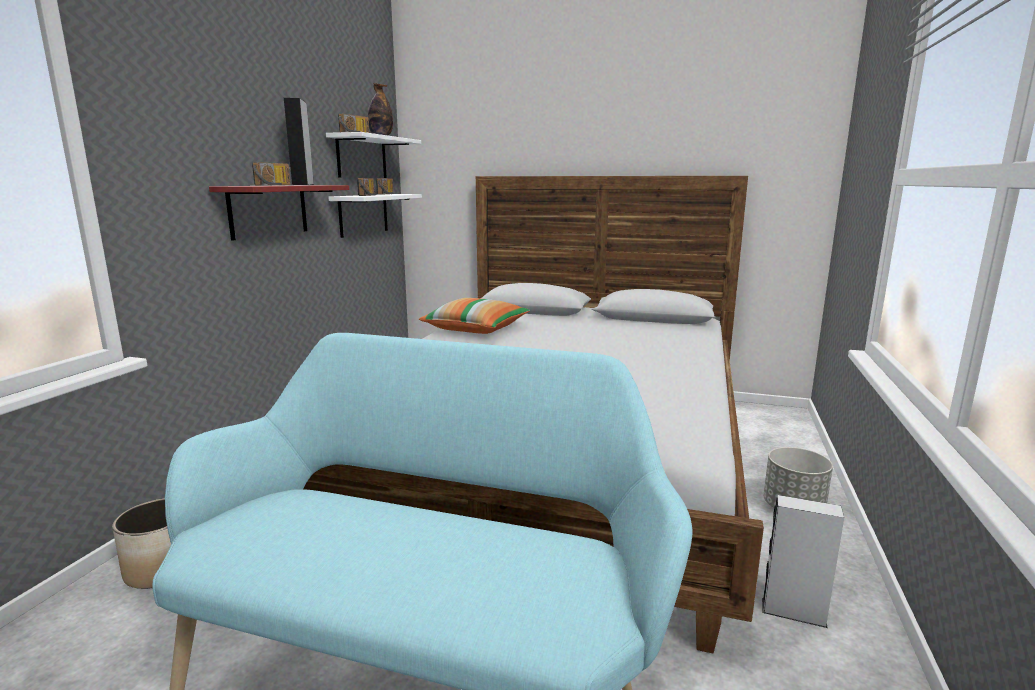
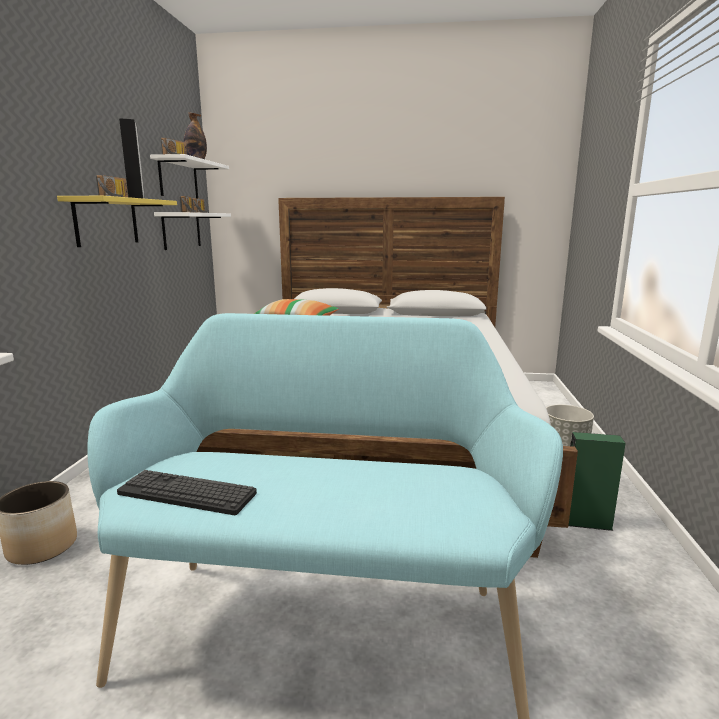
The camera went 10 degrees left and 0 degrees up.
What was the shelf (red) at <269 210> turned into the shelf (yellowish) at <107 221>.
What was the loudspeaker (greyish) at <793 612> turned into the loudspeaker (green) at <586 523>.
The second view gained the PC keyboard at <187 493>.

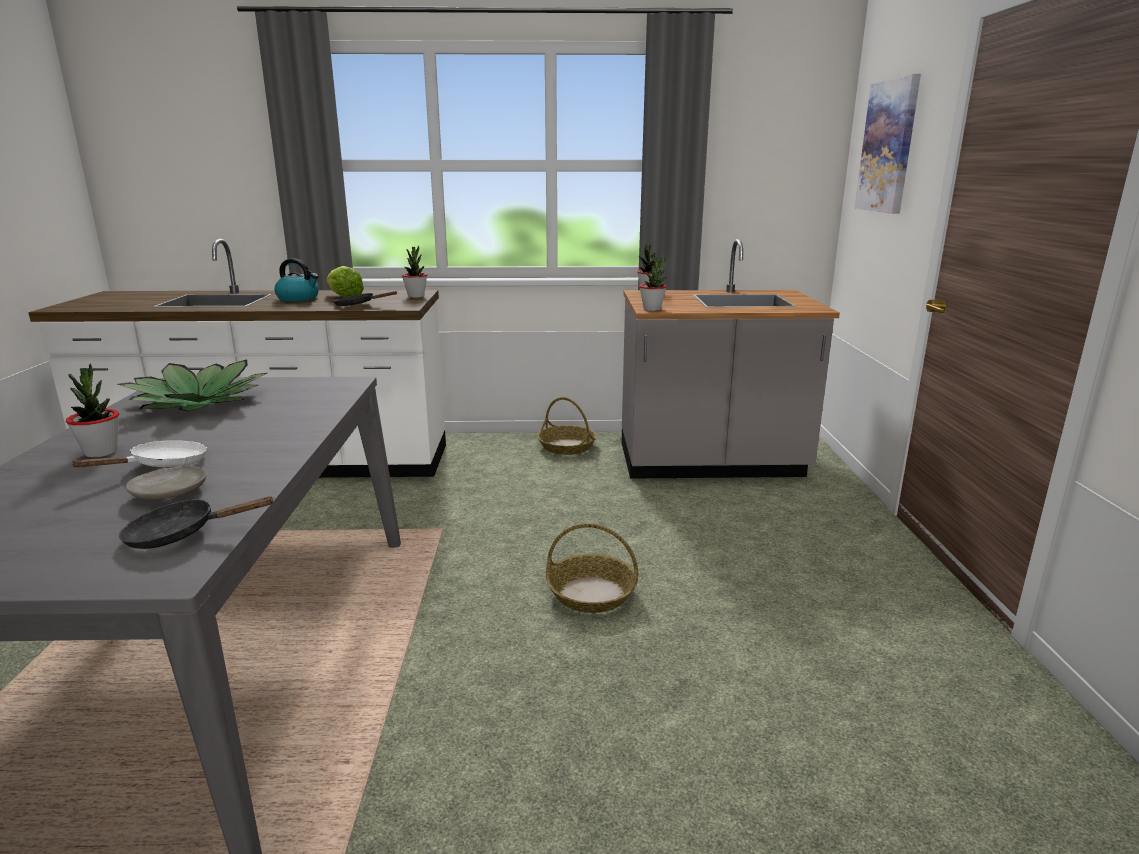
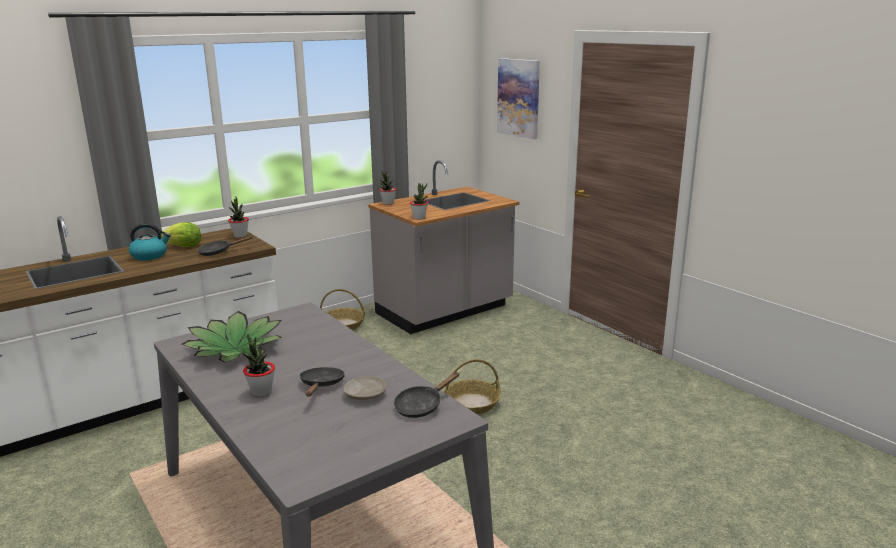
The camera went 35 degrees left and 0 degrees up.
What was the pan (white-coloured) at <163 465> turned into the pan (black) at <321 385>.

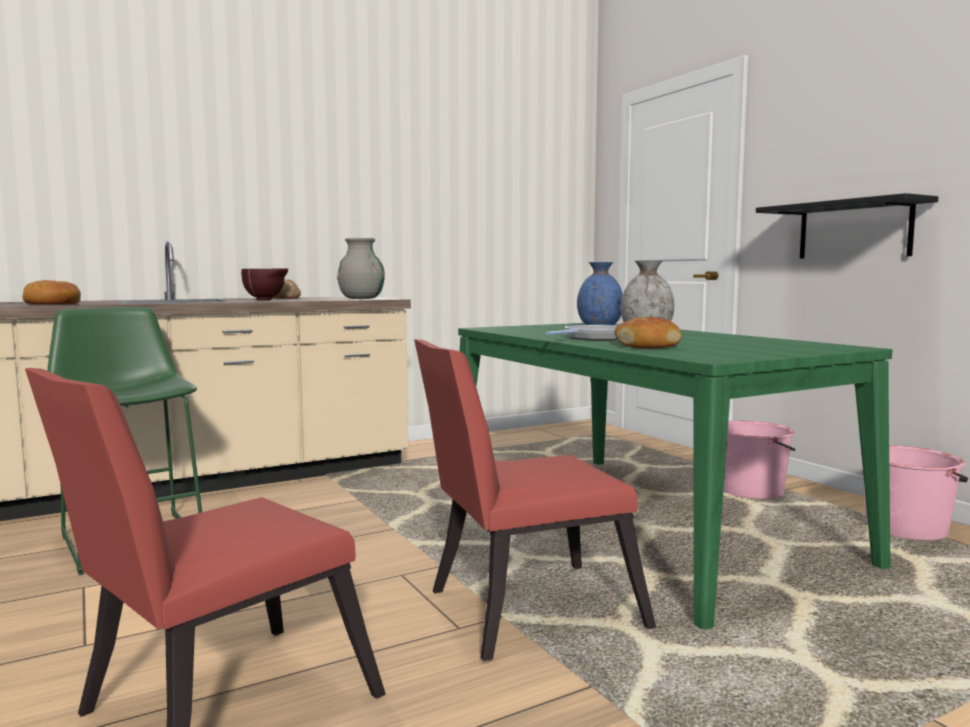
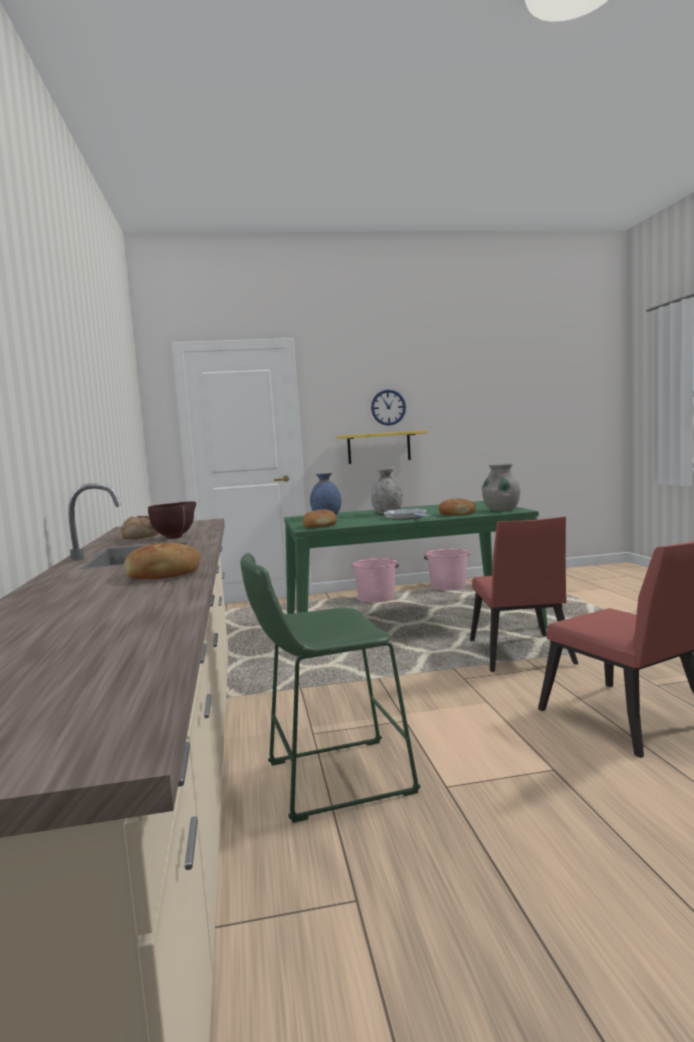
The camera went 70 degrees left and 0 degrees up.
The vase (greyish) ended up elsewhere, having gone from <361 298> to <501 510>.
What was the shelf (black) at <854 230> turned into the shelf (yellowish) at <379 447>.
The second view gained the bakery bread at <320 525>.
The second view gained the wall clock at <388 407>.

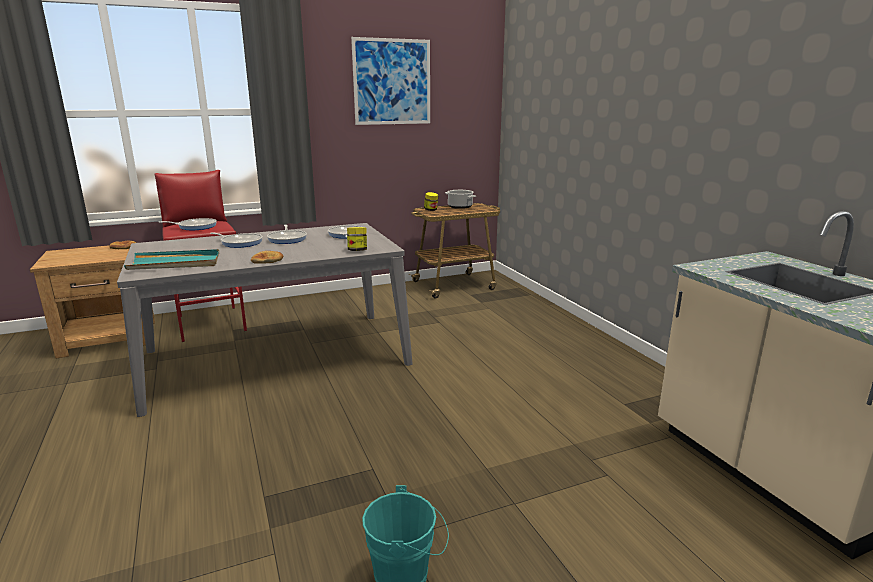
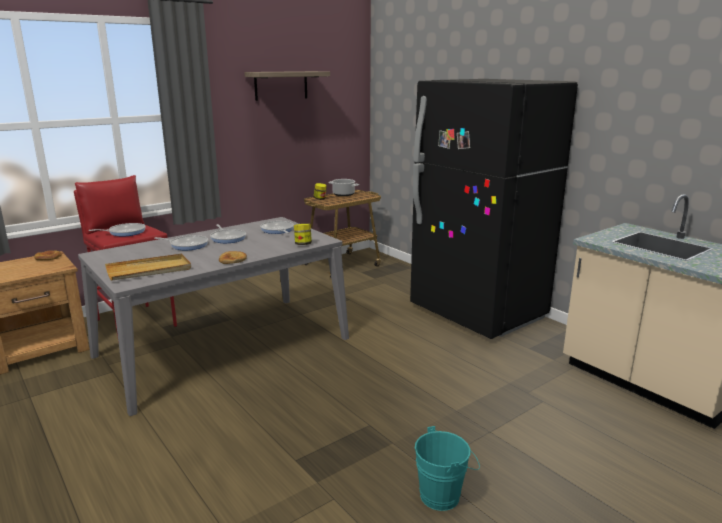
The camera went 15 degrees left and 0 degrees up.
What was the carrying tray (blue-green) at <175 263> turned into the carrying tray (beige) at <149 270>.
Where the wall art hung at <392 82>, the shelf came to hang at <281 85>.
The second view gained the refrigerator (black) at <477 313>.

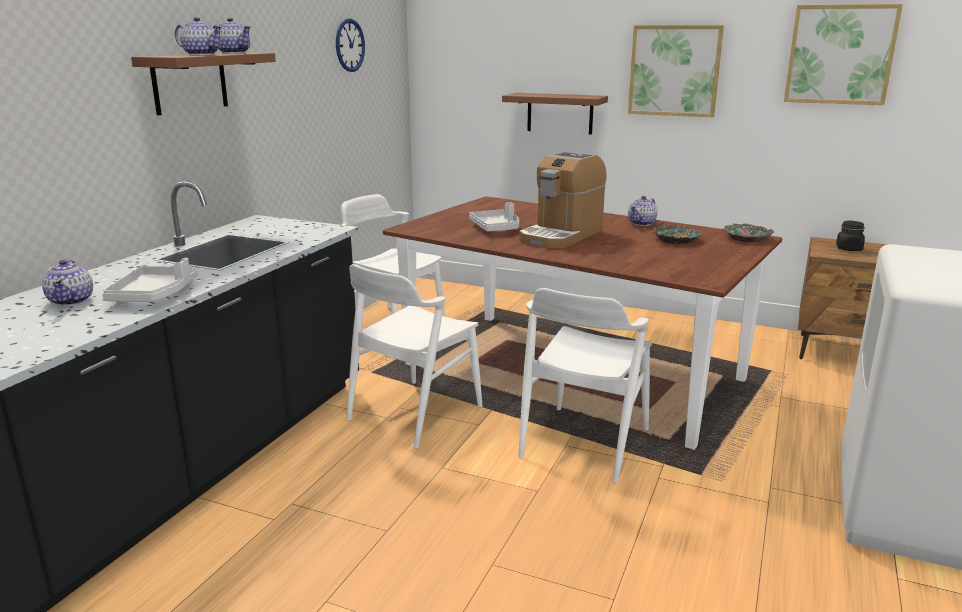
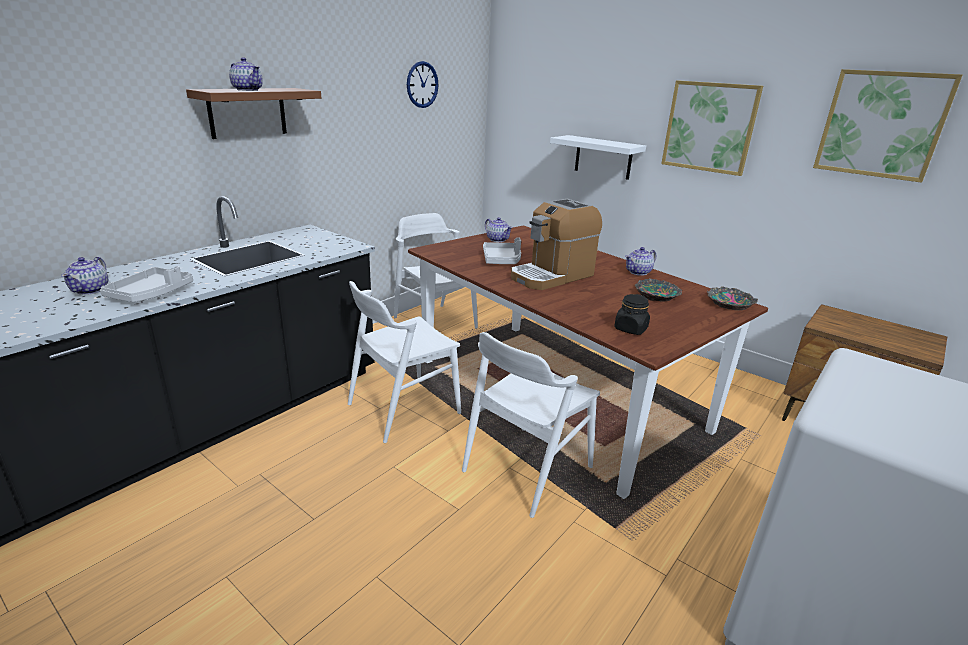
The camera went 15 degrees right and 5 degrees up.
The pot for tea ended up elsewhere, having gone from <233 53> to <497 239>.
What was the shelf (brown) at <560 113> turned into the shelf (white-coloured) at <603 157>.
The storage jar (black) ended up elsewhere, having gone from <849 249> to <630 329>.

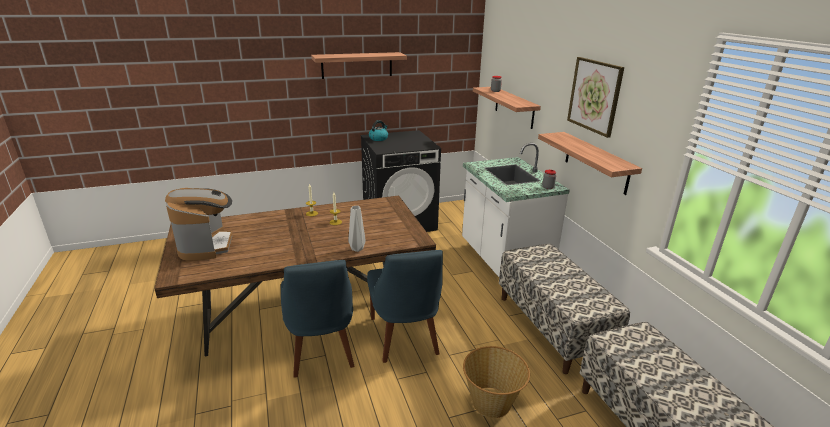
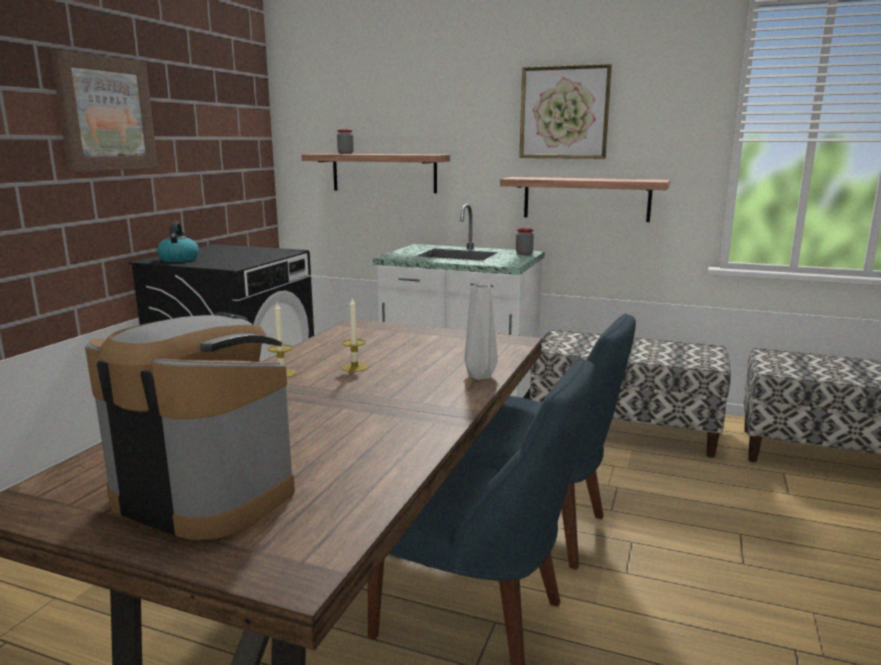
The camera went 50 degrees left and 10 degrees down.
Where the shelf hung at <357 65>, the wall art came to hang at <105 114>.
The second view lost the basket at <492 403>.

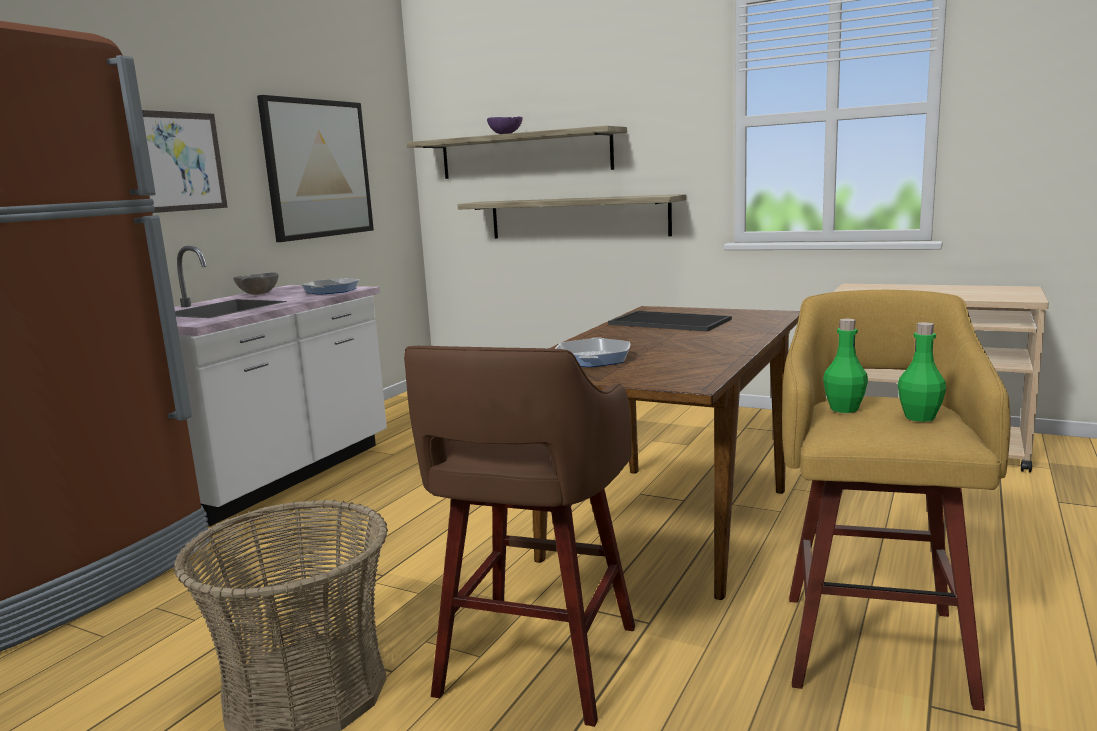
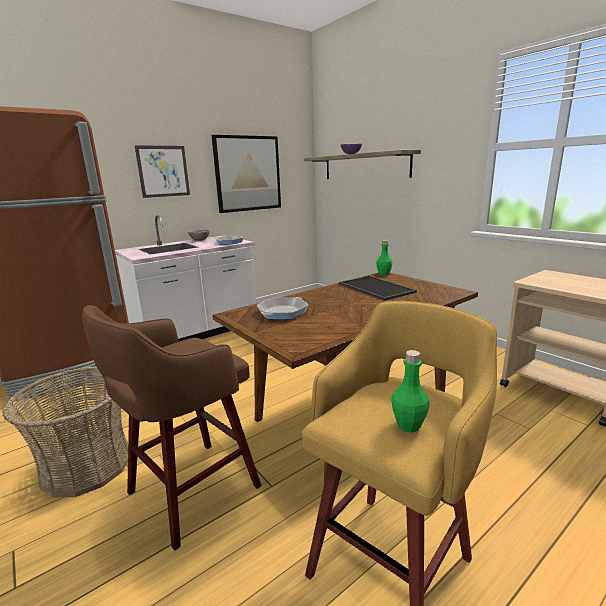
The camera went 25 degrees right and 5 degrees up.
The second view lost the shelf at <577 217>.
The beverage bottle (green) ended up elsewhere, having gone from <844 409> to <384 274>.

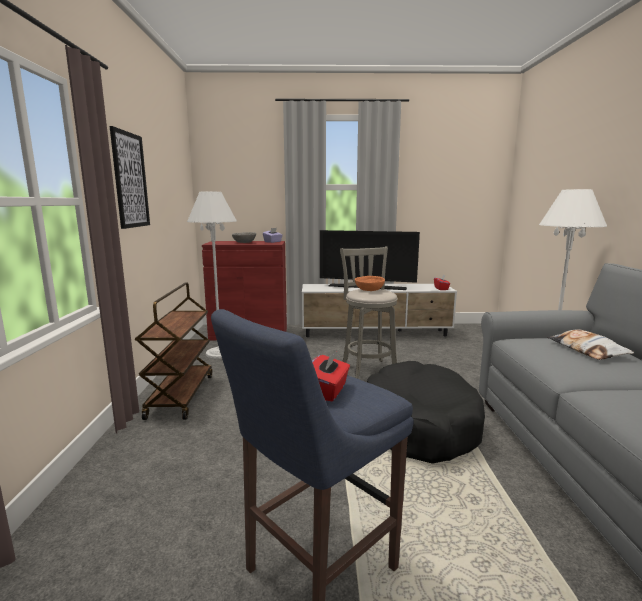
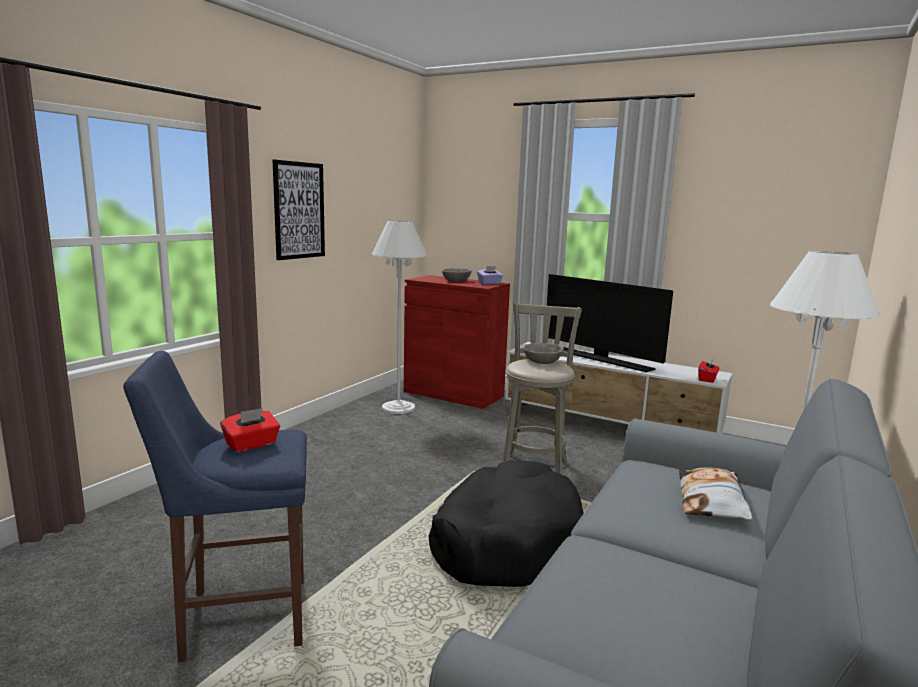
The camera went 30 degrees right and 0 degrees up.
The second view lost the cart (brown) at <180 395>.
What was the serving bowl (orange-coloured) at <369 290> turned into the serving bowl (greyish) at <542 362>.

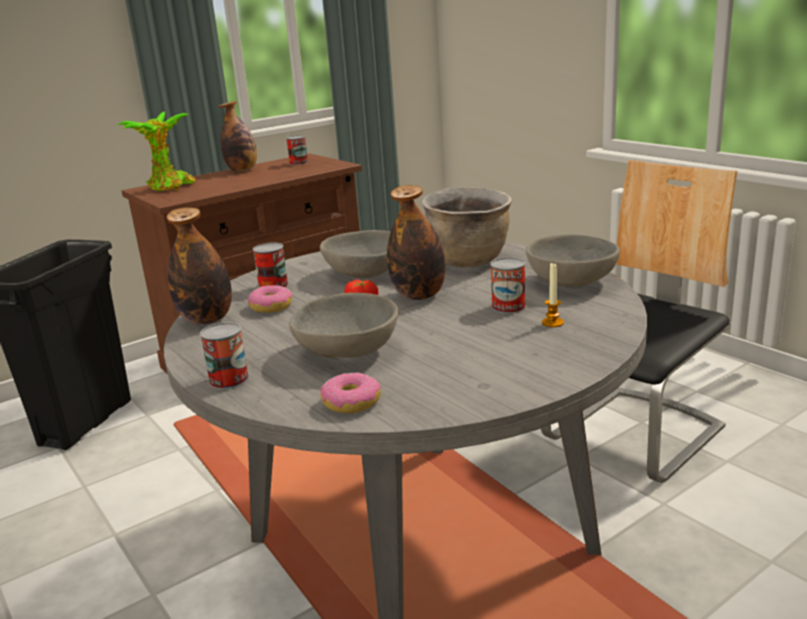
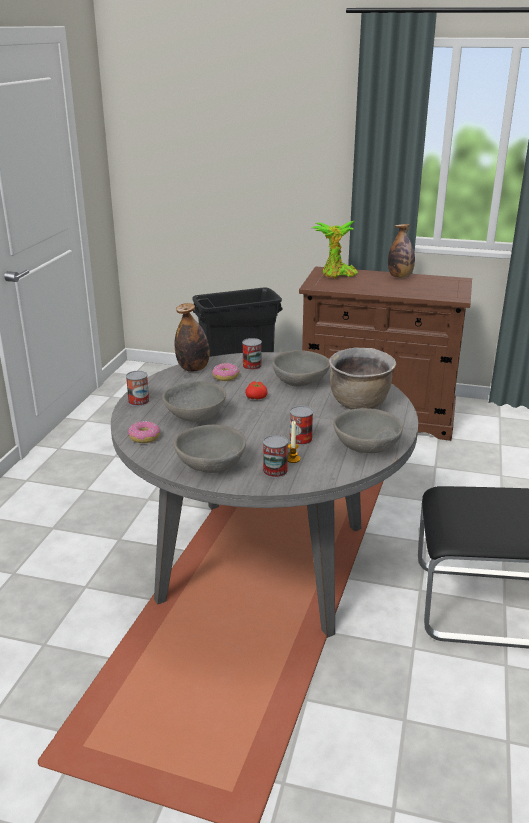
The camera went 50 degrees right and 5 degrees up.
The metal can ended up elsewhere, having gone from <298 163> to <275 471>.
The second view lost the beverage bottle at <419 295>.
The second view gained the serving bowl (greyish) at <211 465>.

